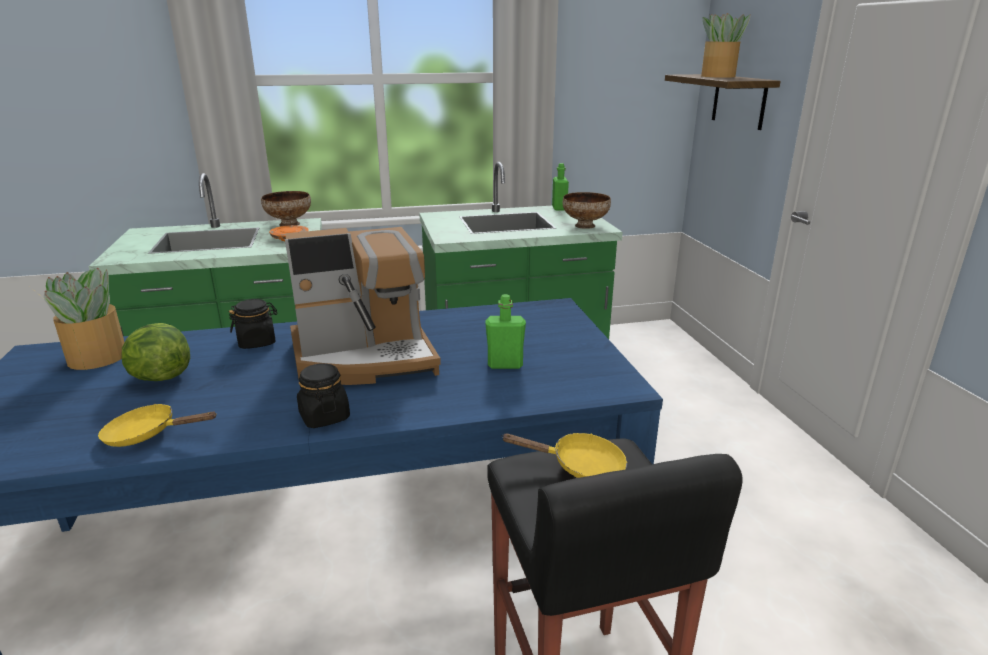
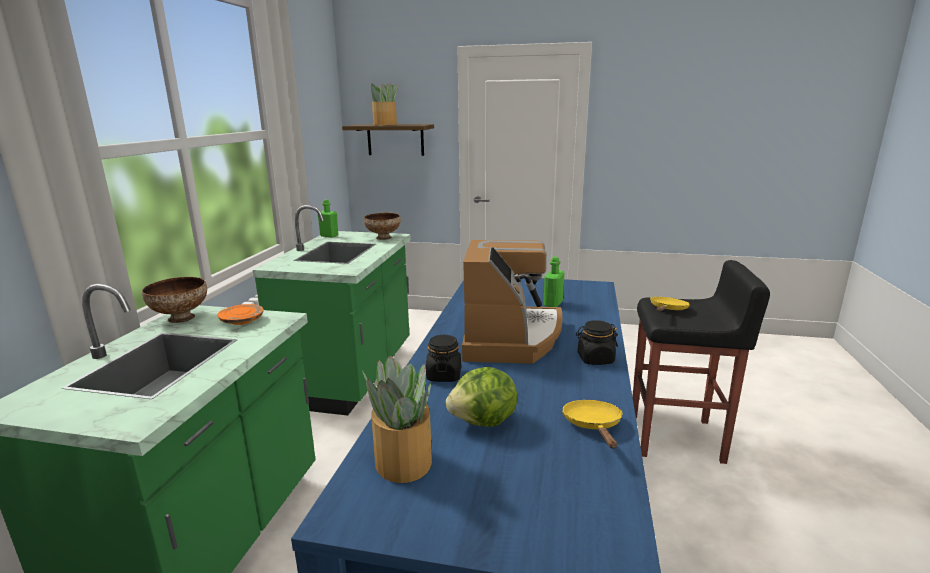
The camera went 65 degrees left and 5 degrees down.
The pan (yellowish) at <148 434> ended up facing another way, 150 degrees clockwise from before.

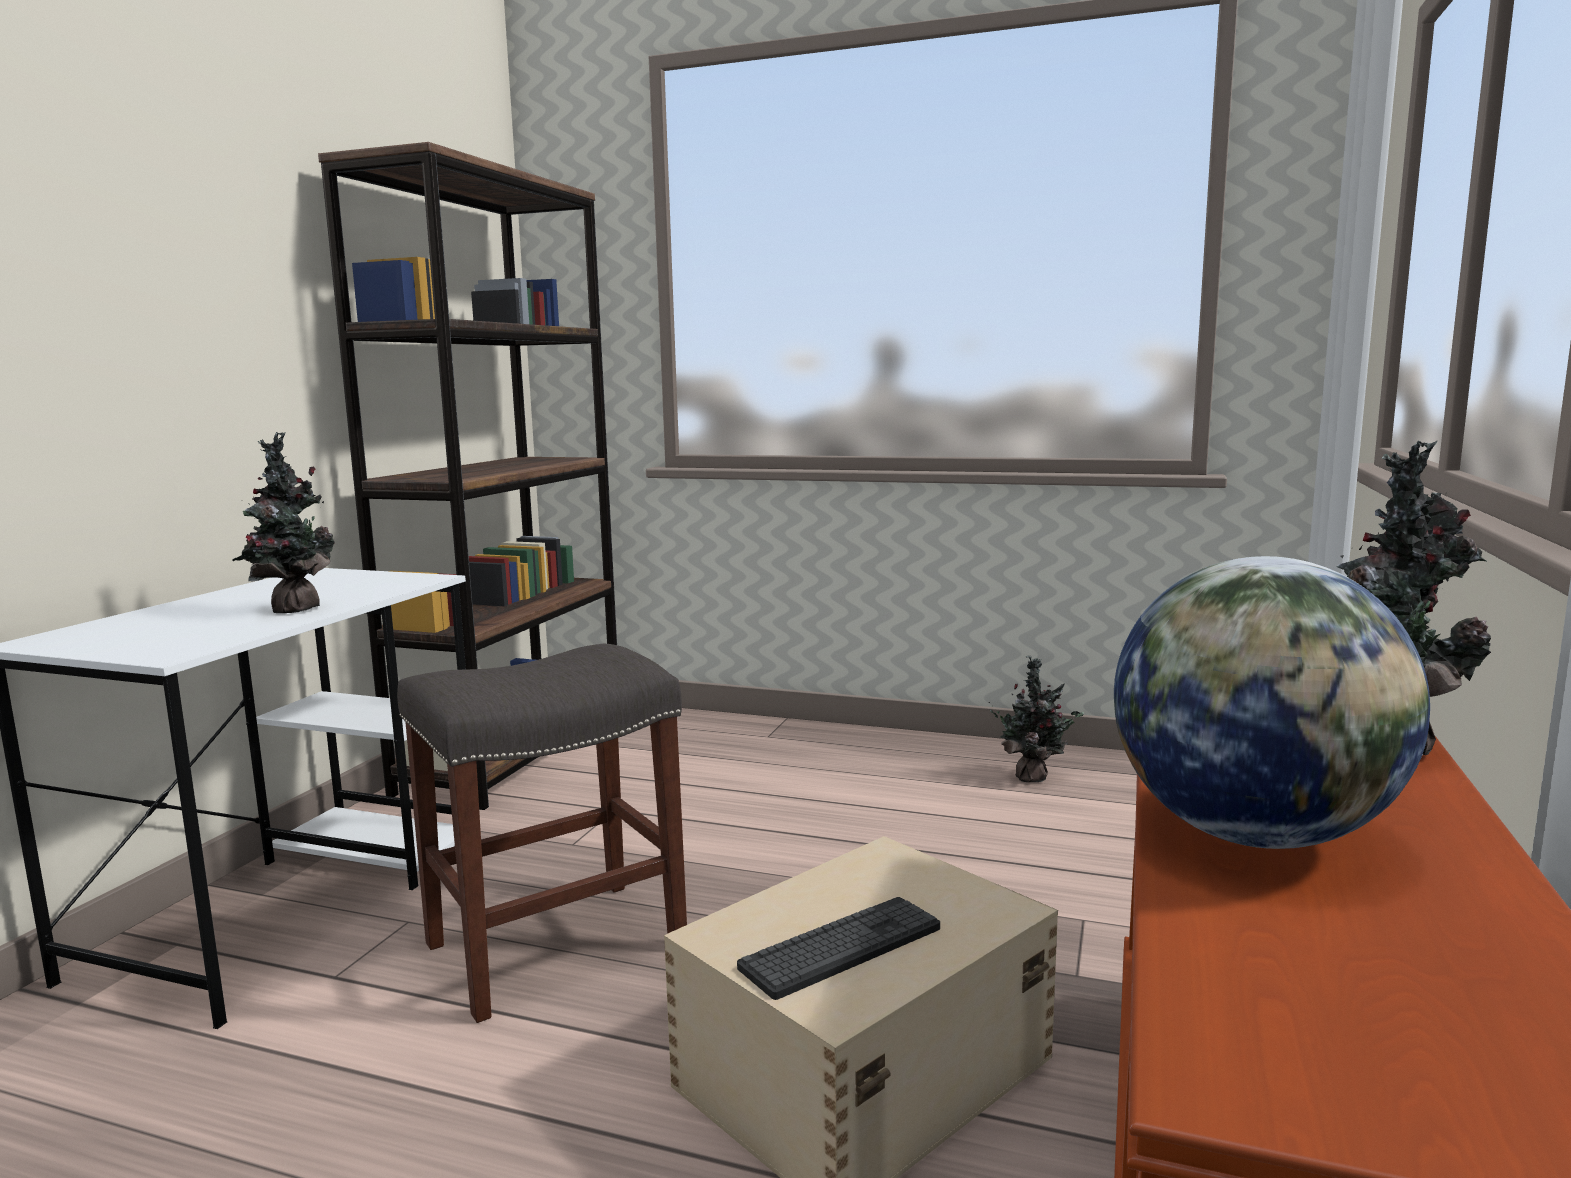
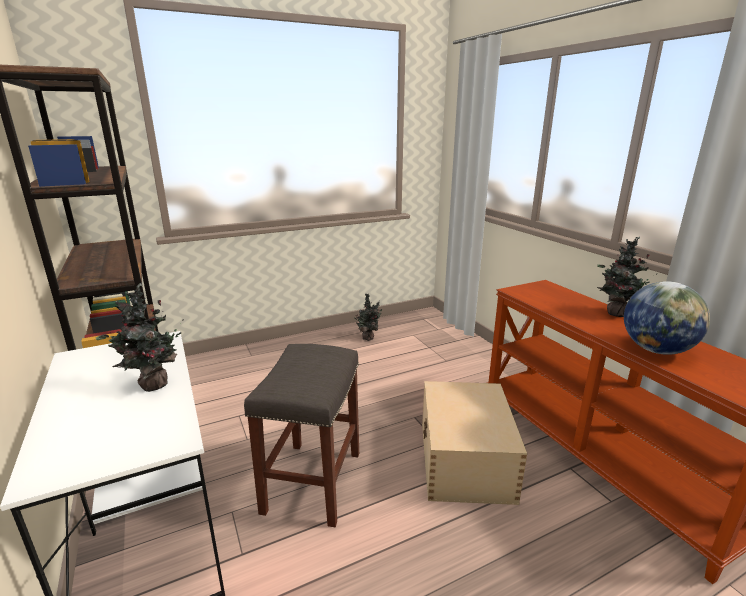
The camera went 45 degrees left and 10 degrees up.
The second view lost the PC keyboard at <841 947>.

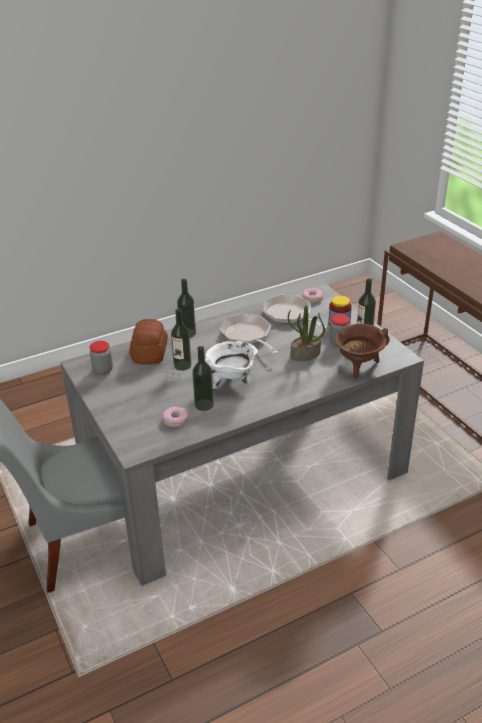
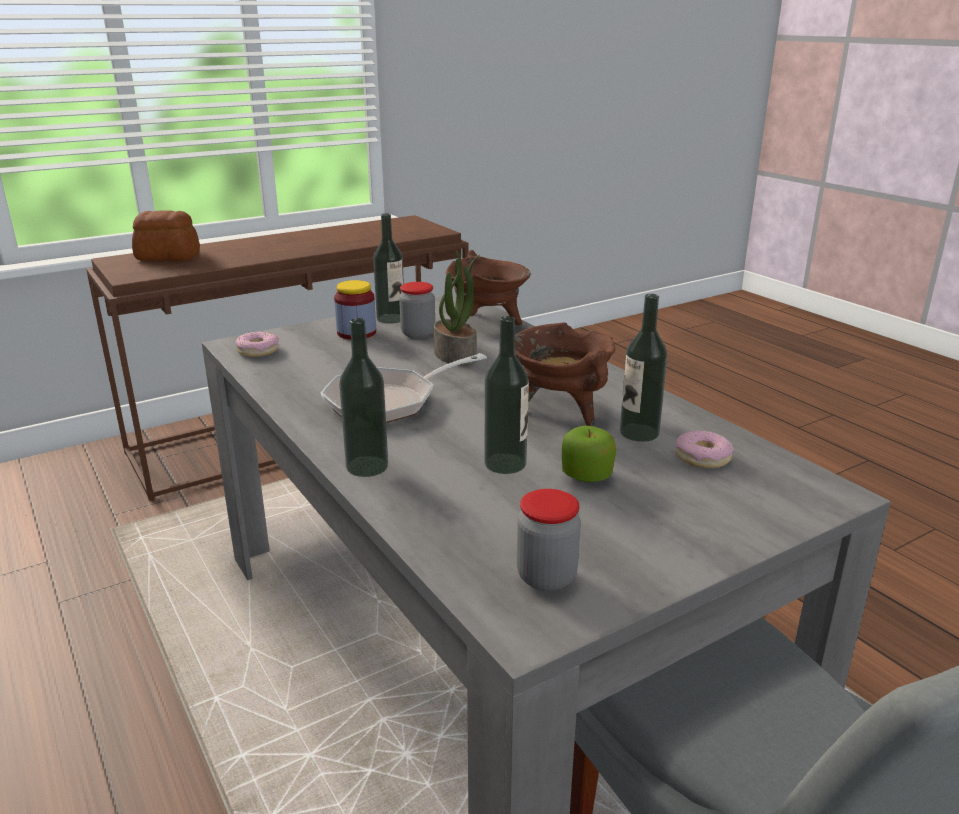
The camera went 95 degrees left and 10 degrees down.
The bakery bread ended up elsewhere, having gone from <150 353> to <168 256>.
What was the saucepot (white-coloured) at <232 383> turned into the saucepot (brown) at <559 410>.
The second view lost the pan at <290 315>.
The second view gained the whole apple at <586 475>.

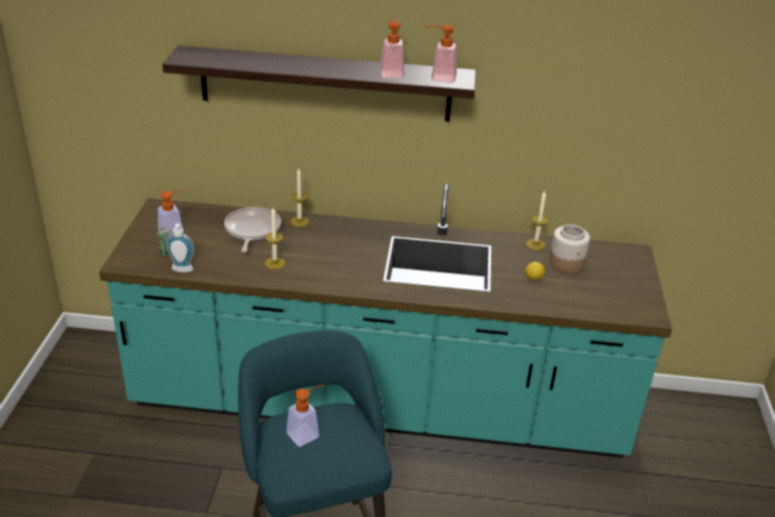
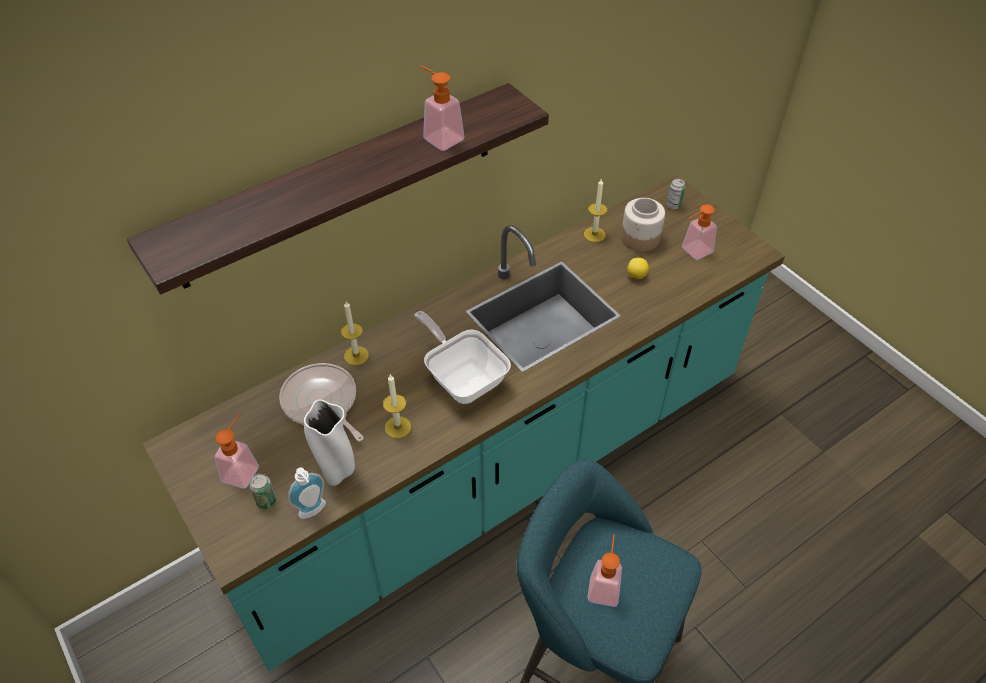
The camera went 40 degrees left and 15 degrees up.
The liquid soap bottle ended up elsewhere, having gone from <438 78> to <693 252>.
The second view gained the vase (white-coloured) at <337 473>.
The second view gained the pan at <463 377>.
The second view gained the metal can at <673 205>.

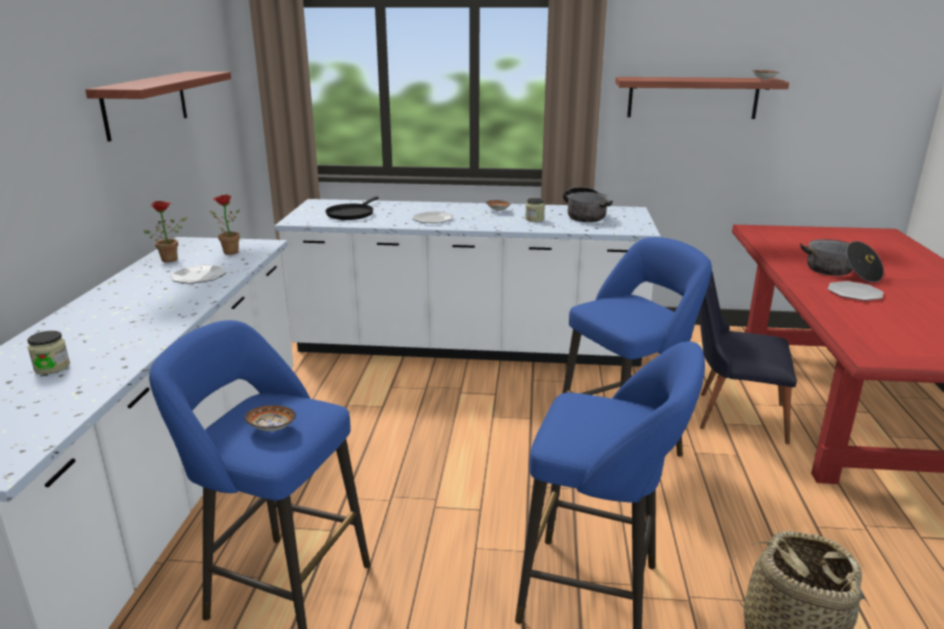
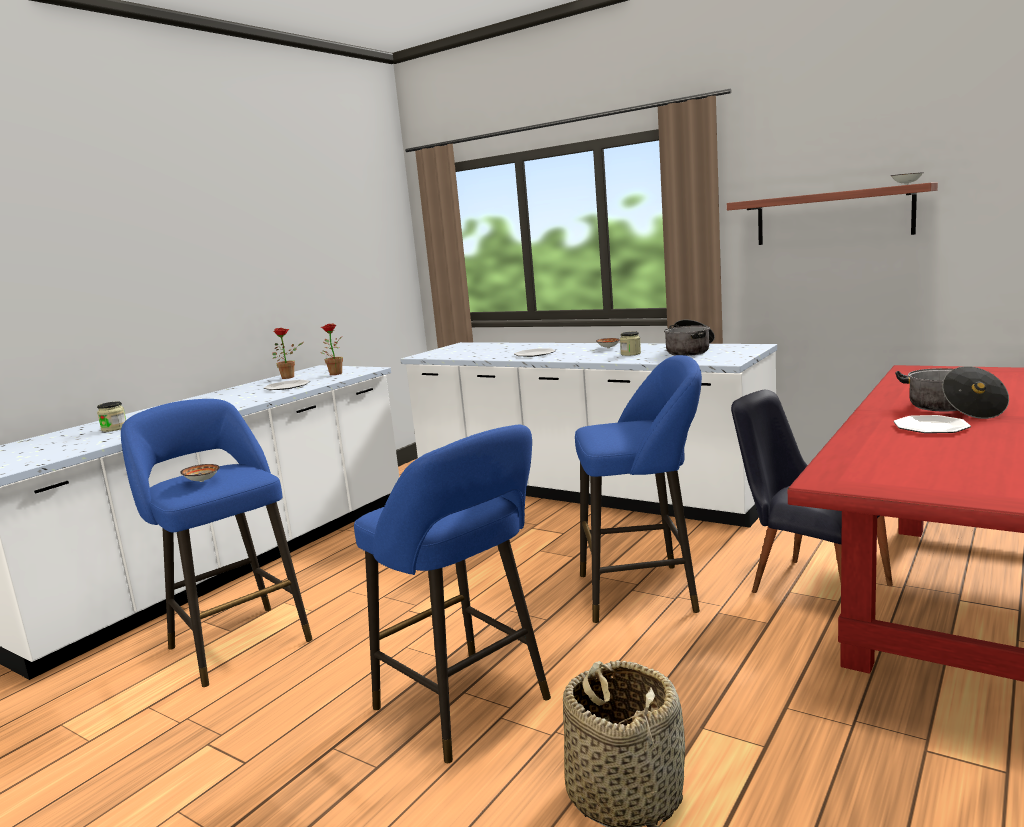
The camera went 30 degrees right and 10 degrees down.
The second view lost the shelf at <146 104>.
The second view lost the pan (black) at <351 214>.

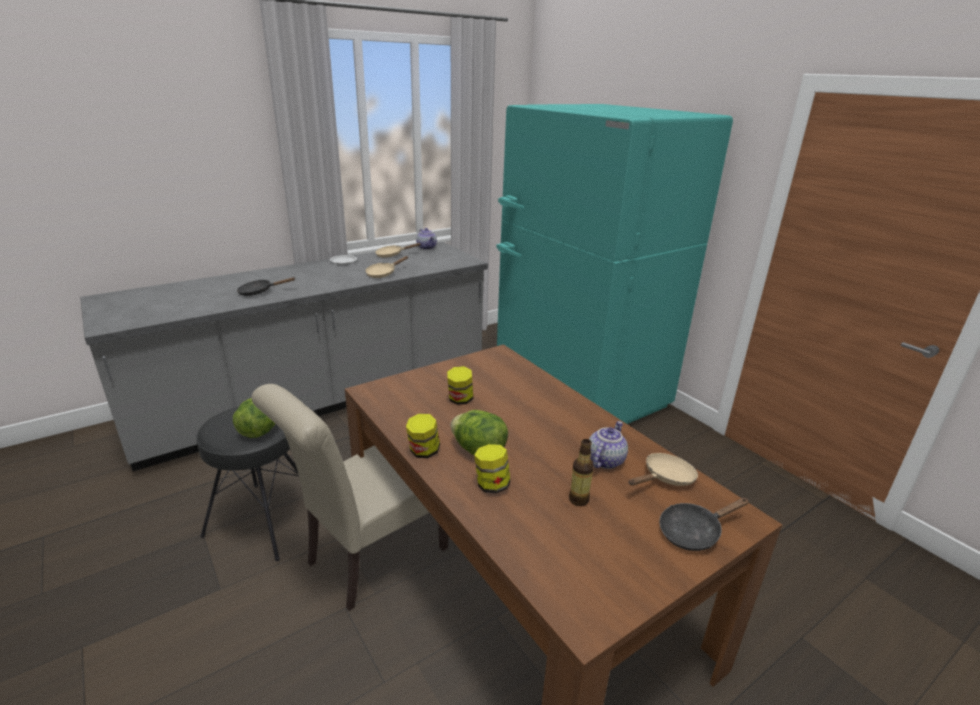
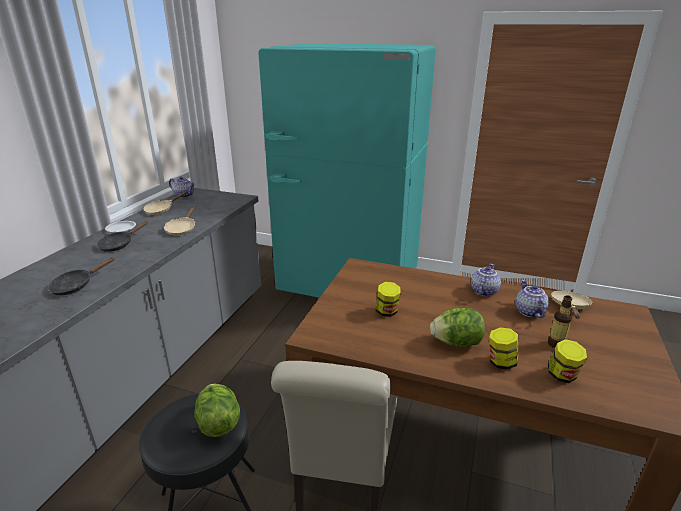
The camera went 35 degrees left and 0 degrees up.
The storage jar ended up elsewhere, having gone from <423 452> to <562 375>.
The pan (black) ended up elsewhere, having gone from <693 532> to <119 244>.
The second view gained the pot for tea at <483 291>.

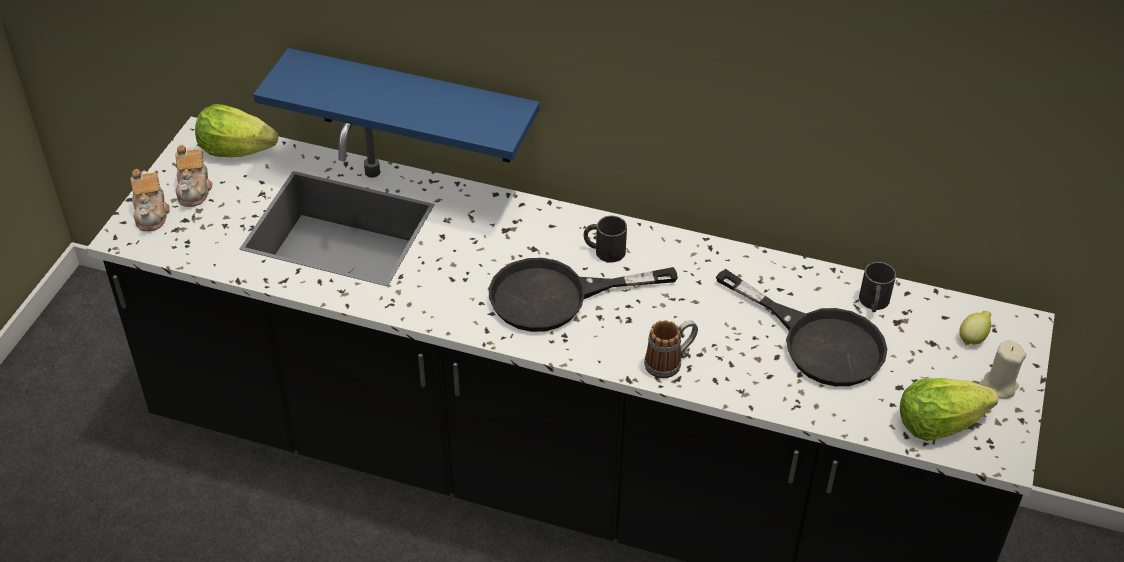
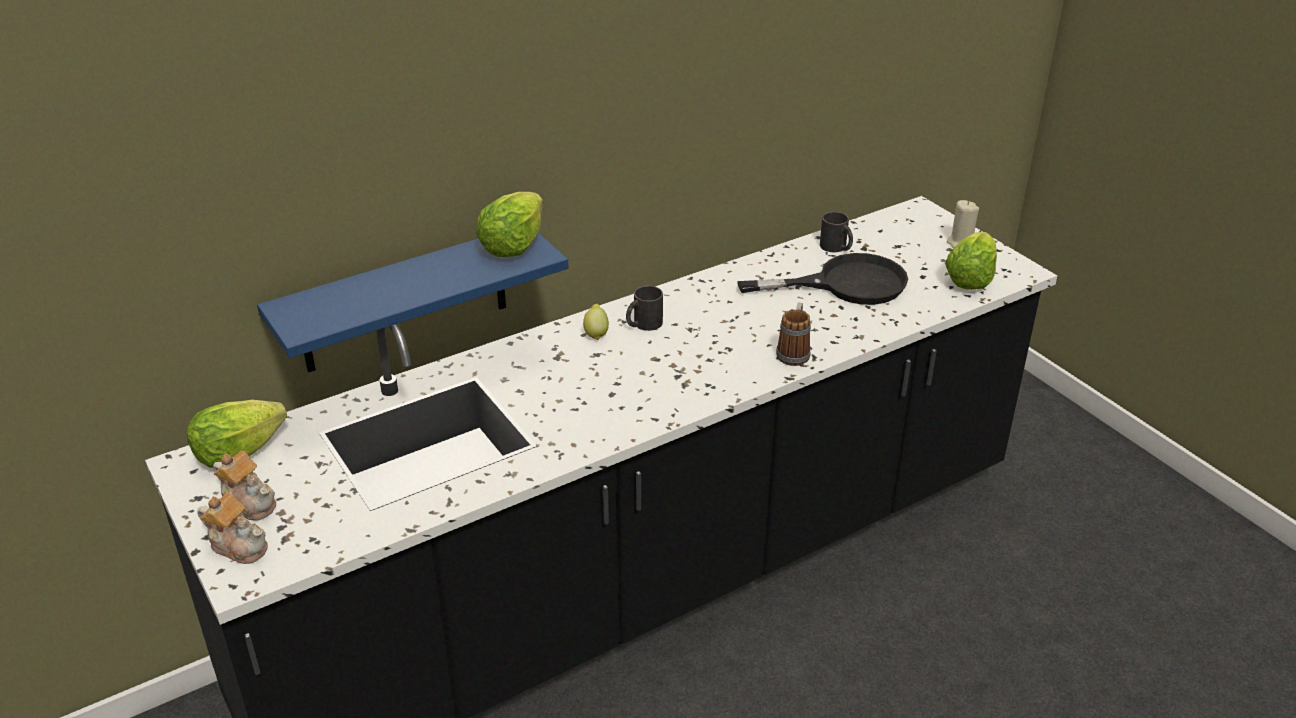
The camera went 50 degrees left and 10 degrees down.
The second view lost the pan (black) at <556 296>.
The citrus fruit ended up elsewhere, having gone from <973 338> to <596 333>.
The second view gained the lettuce at <512 246>.

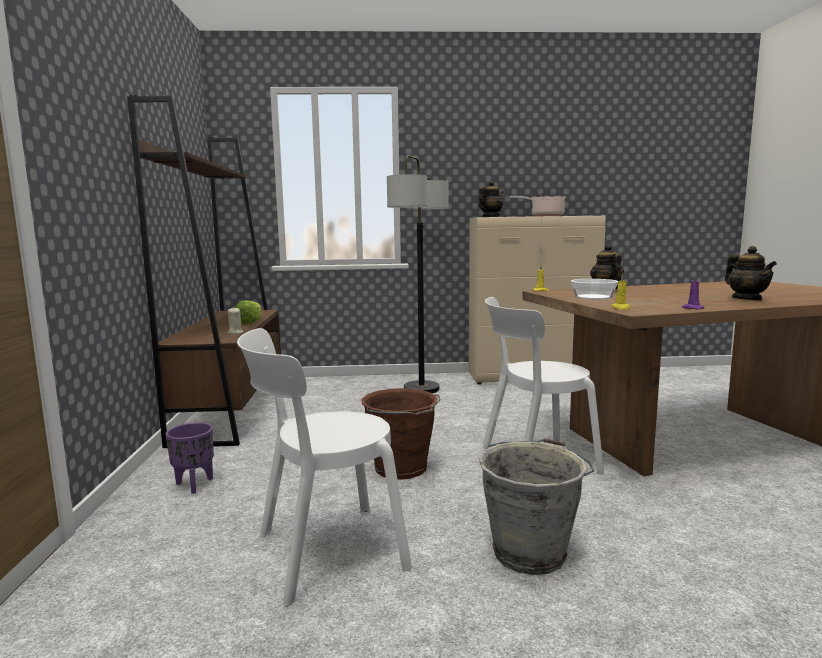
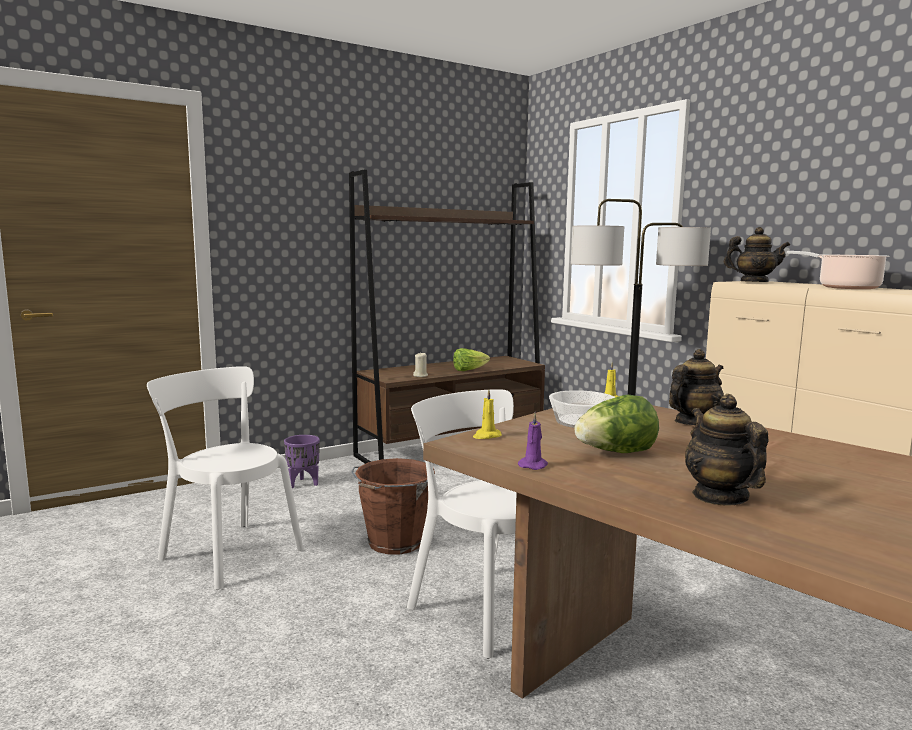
The camera went 60 degrees right and 0 degrees up.
The second view lost the water bucket (greyish) at <530 551>.
The pot for tea at <747 299> ended up facing another way, 120 degrees clockwise from before.
The second view gained the lettuce at <615 453>.

